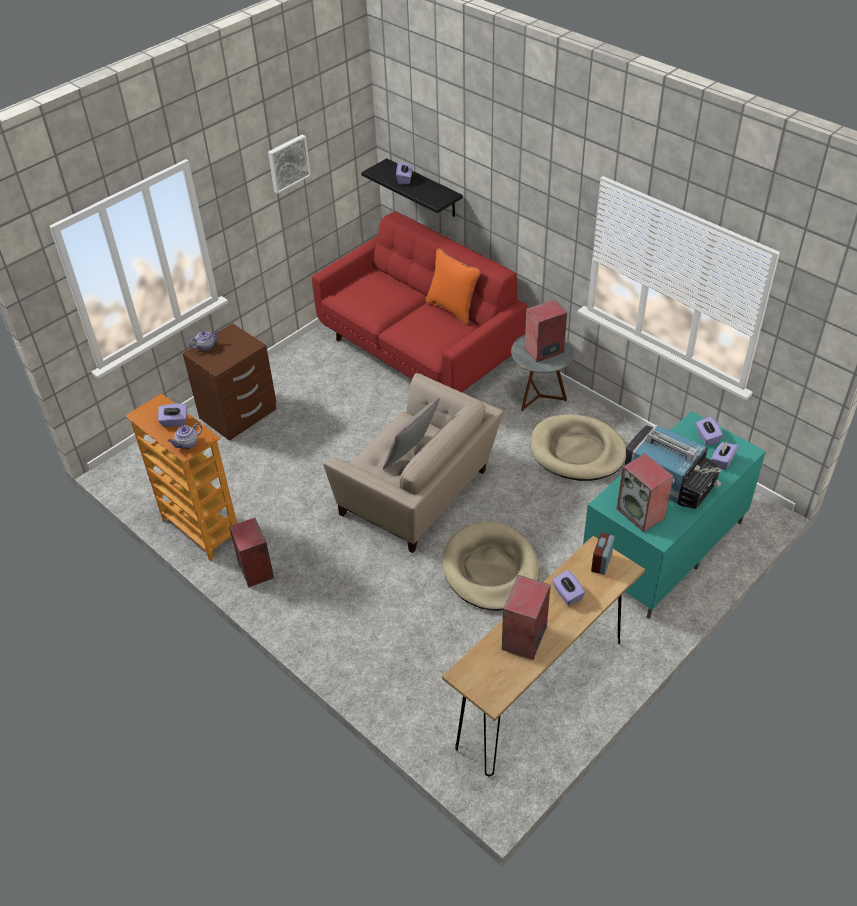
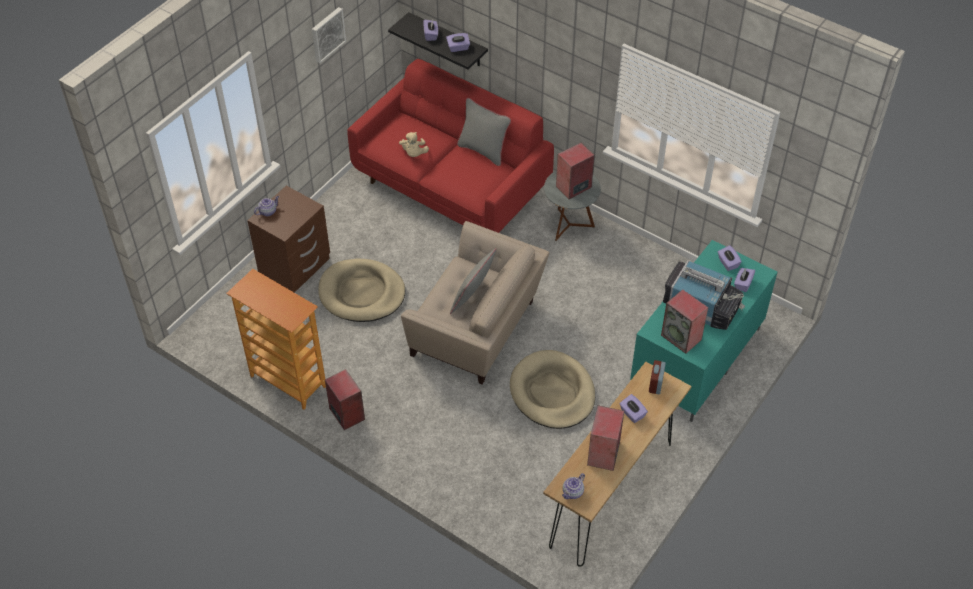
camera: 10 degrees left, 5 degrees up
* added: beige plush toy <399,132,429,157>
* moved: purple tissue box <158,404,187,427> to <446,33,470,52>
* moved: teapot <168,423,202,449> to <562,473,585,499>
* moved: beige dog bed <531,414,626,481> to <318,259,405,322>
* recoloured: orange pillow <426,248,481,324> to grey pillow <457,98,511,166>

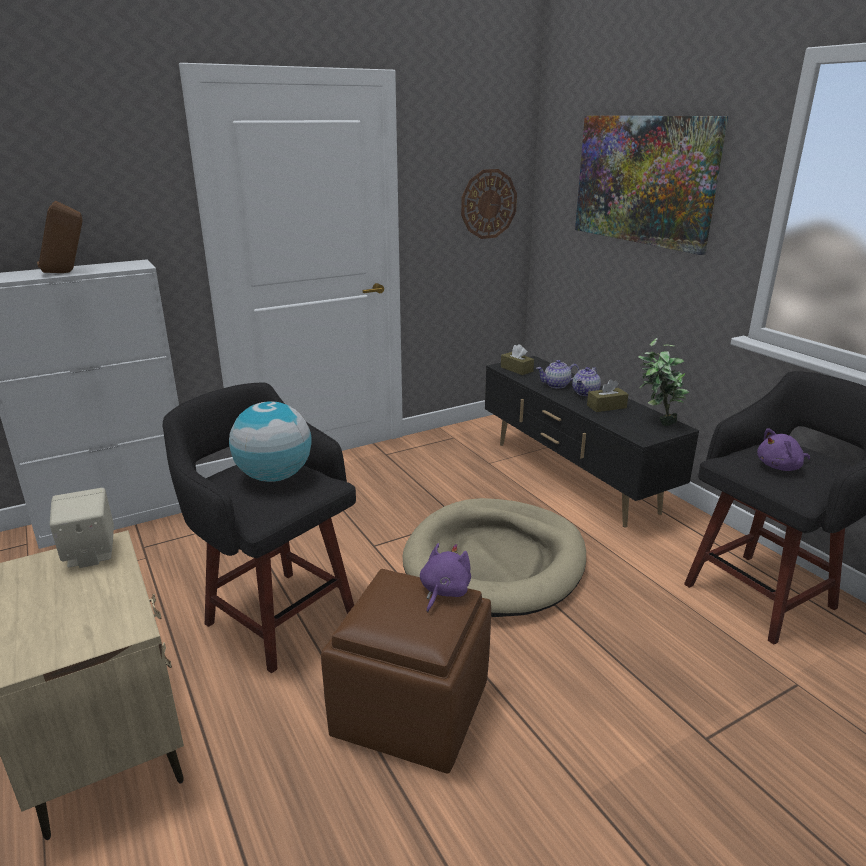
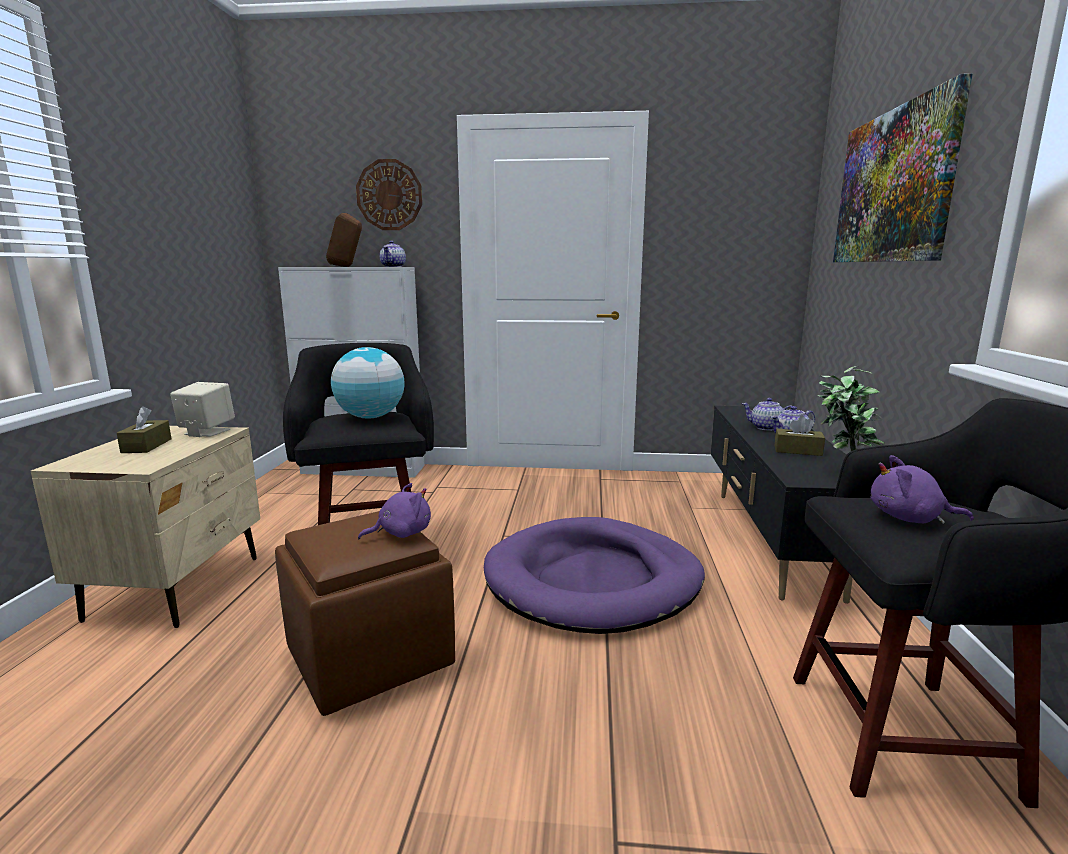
camera: 35 degrees right, 10 degrees down
* added: teapot <380,241,406,267>
* moved: wall clock <461,169,517,239> to <356,159,422,230>
* moved: brown tissue box <501,344,534,375> to <117,406,171,453>
* recoloured: beige dog bed <402,498,586,617> to purple dog bed <484,517,705,634>

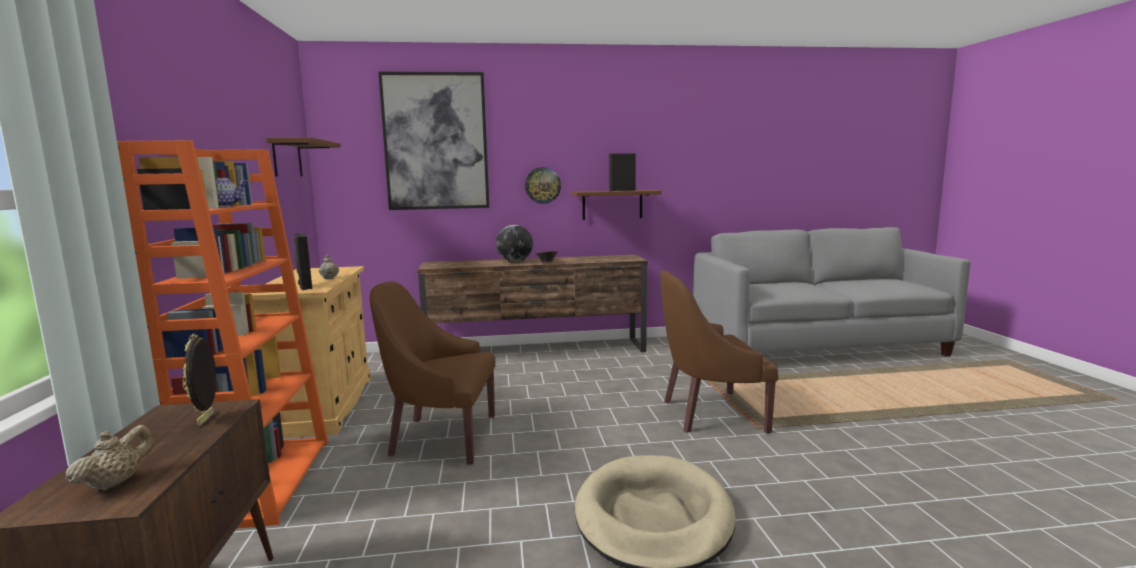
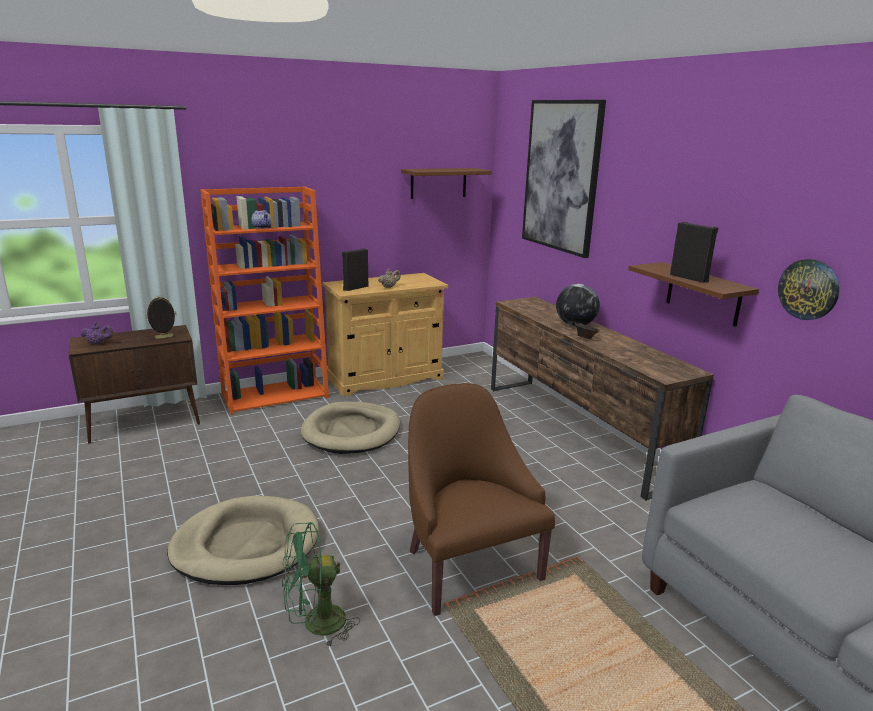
camera: 70 degrees right, 10 degrees up
* added: green fan <282,522,360,647>
* moved: wall clock <525,167,561,204> to <778,259,839,320>
* replaced: brown armchair <370,281,496,465> to beige dog bed <300,402,400,454>
* recoloured: beige teapot <66,425,154,491> to purple teapot <80,322,113,344>

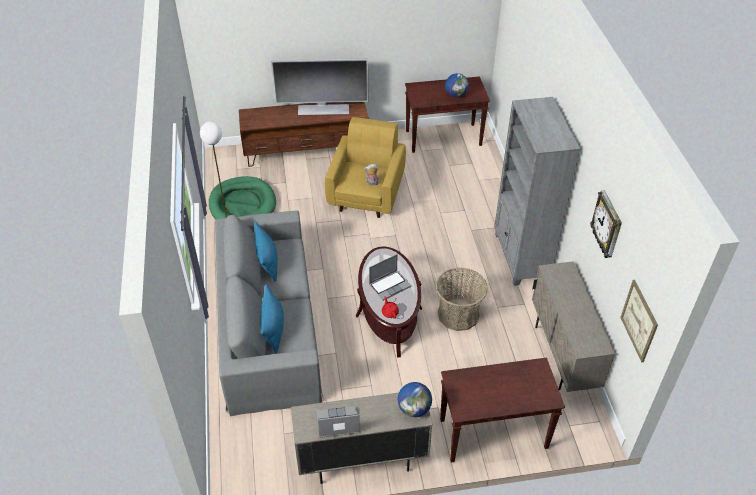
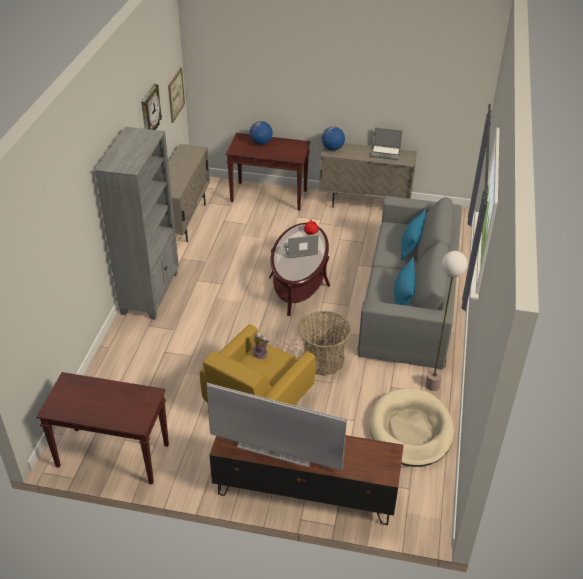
camera: 160 degrees left, 5 degrees down
* moved: basket <435,268,488,331> to <298,311,351,376>
* moved: globe <445,73,469,97> to <249,121,273,145>
* recoloured: green dog bed <209,176,276,219> to beige dog bed <369,388,454,467>

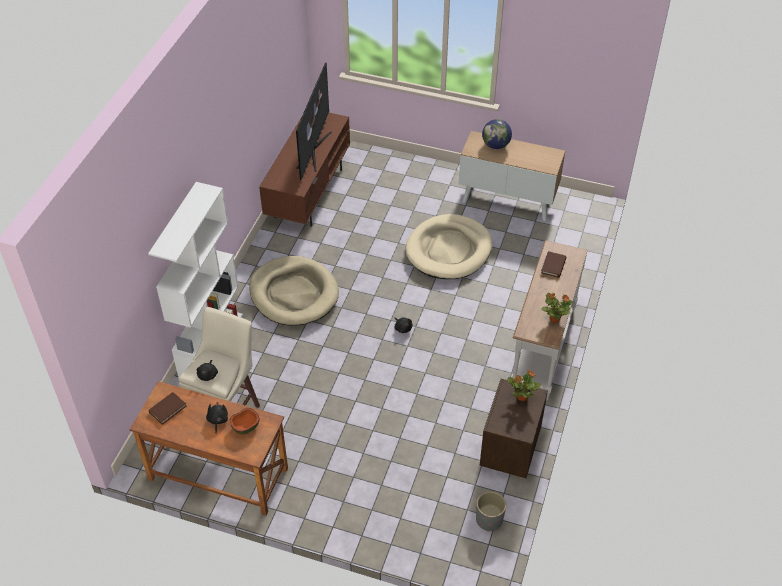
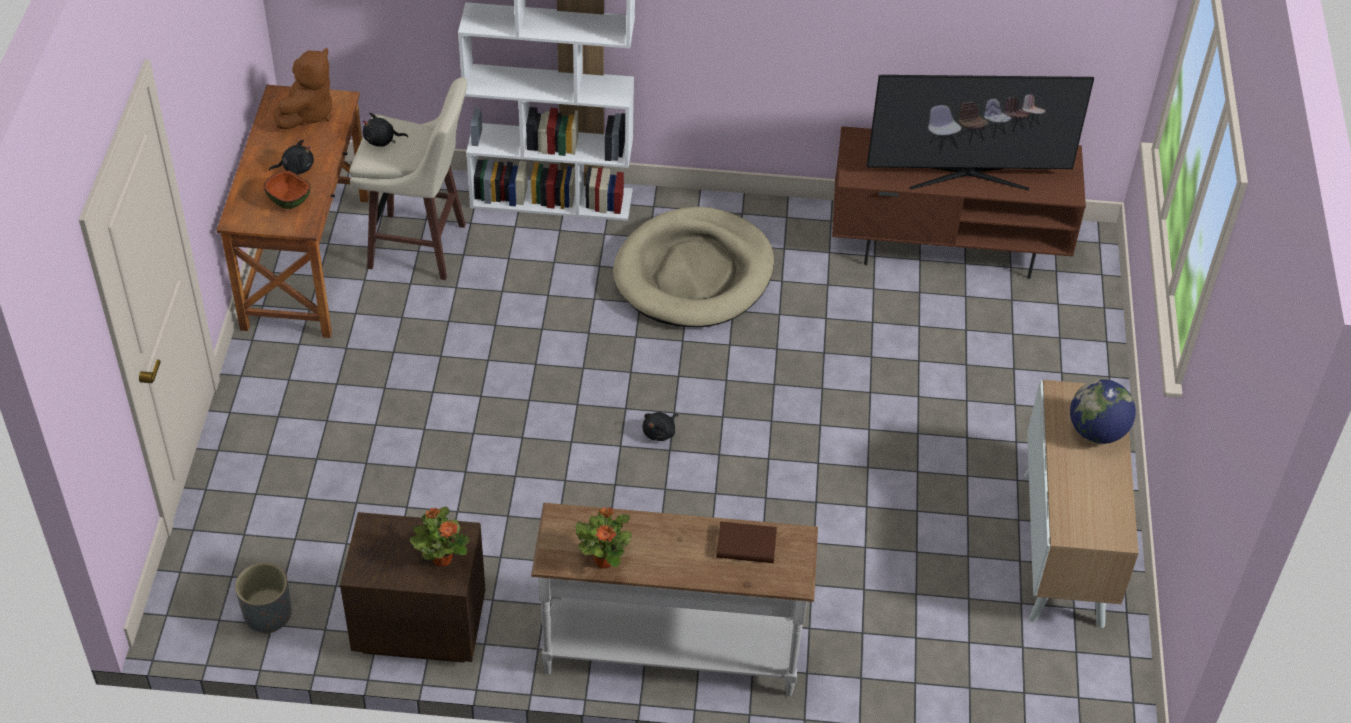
camera: 75 degrees right, 0 degrees up
* removed: beige dog bed <406,214,492,279>
* replaced: brown book <148,392,186,425> to brown plush toy <273,48,332,129>

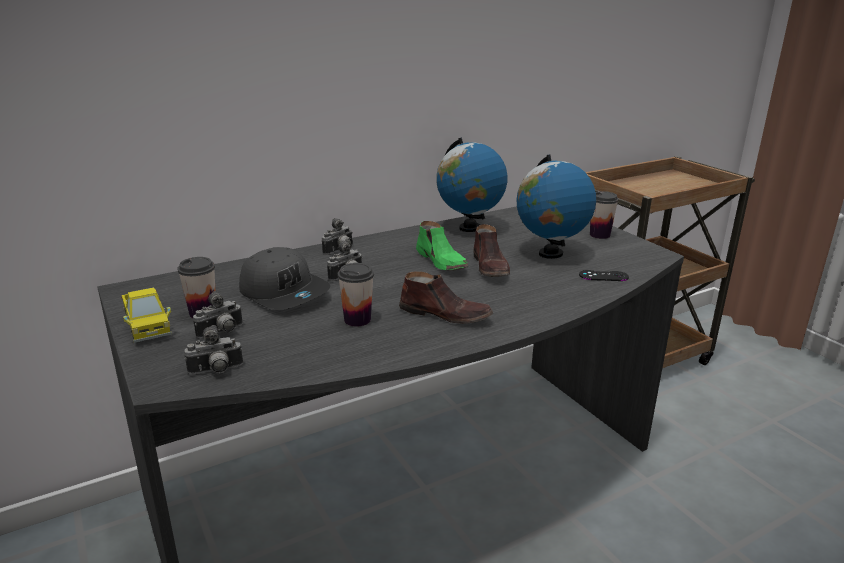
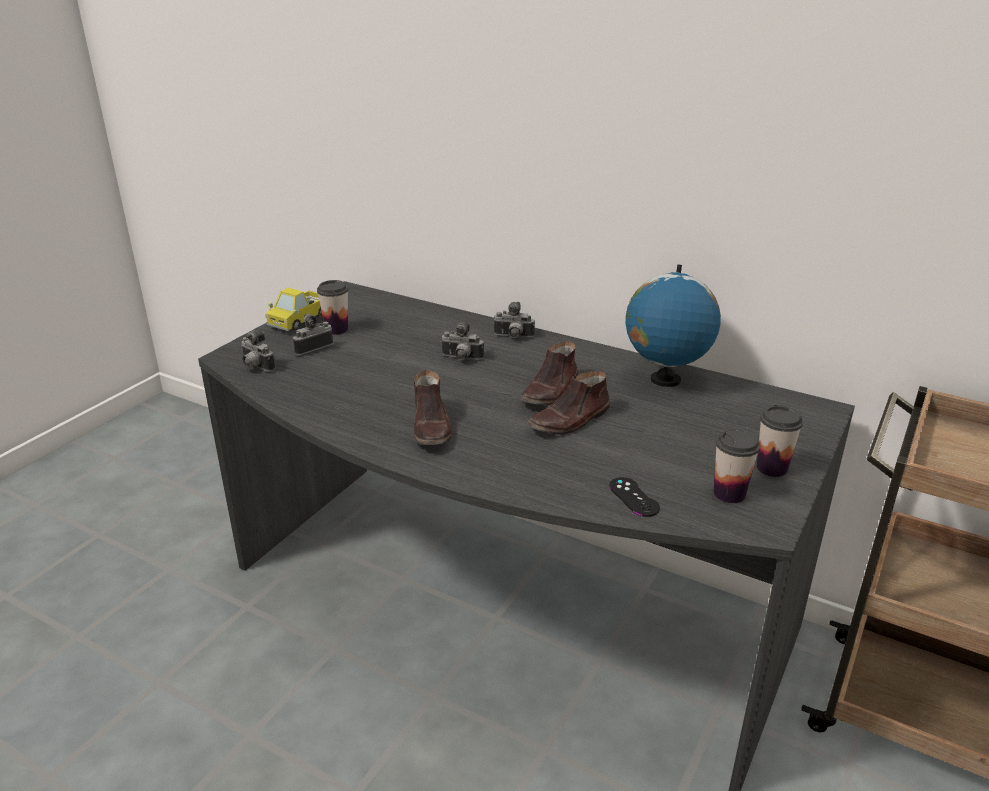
camera: 60 degrees right, 5 degrees up
* removed: grey cap <239,247,330,310>
* removed: globe <516,155,596,259>
* moved: cup <338,263,374,327> to <714,428,760,503>
* recoloured: green shoe <416,221,468,271> to brown shoe <520,341,578,406>
* turned: photo camera <193,291,243,339> = <292,314,333,355> 120 degrees clockwise

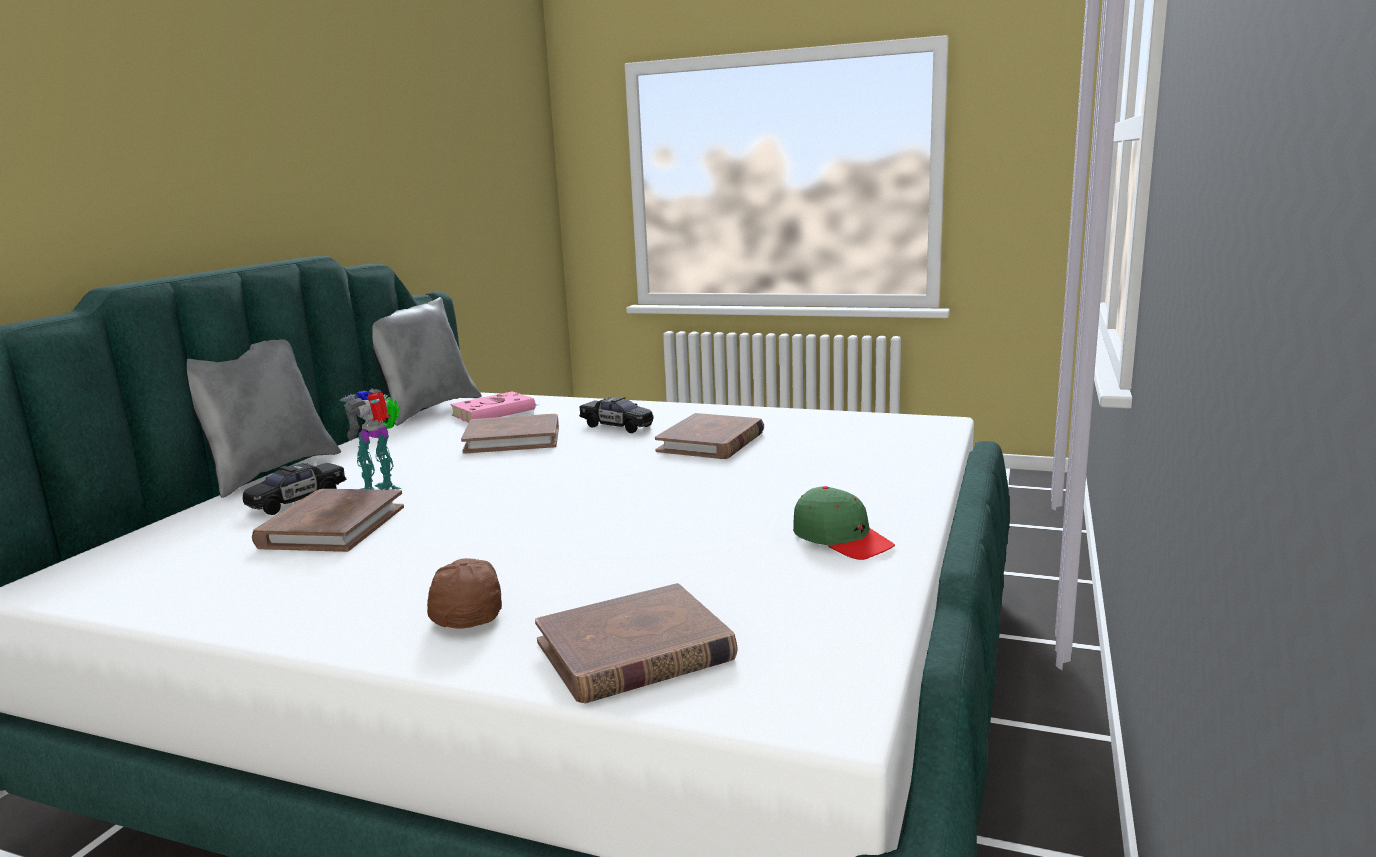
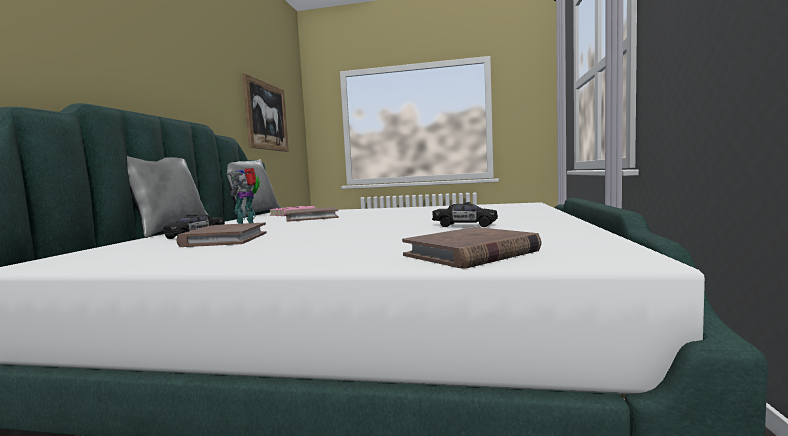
camera: 10 degrees left, 10 degrees down
* removed: brown cap <427,558,502,629>
* removed: brown book <655,413,764,459>
* removed: green cap <793,486,895,560>
* added: picture <242,73,289,152>
* moved: black toy car <579,397,653,433> to <432,202,498,227>

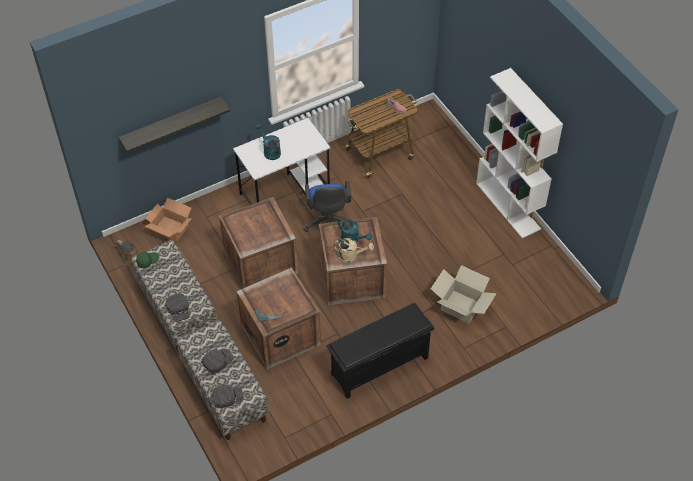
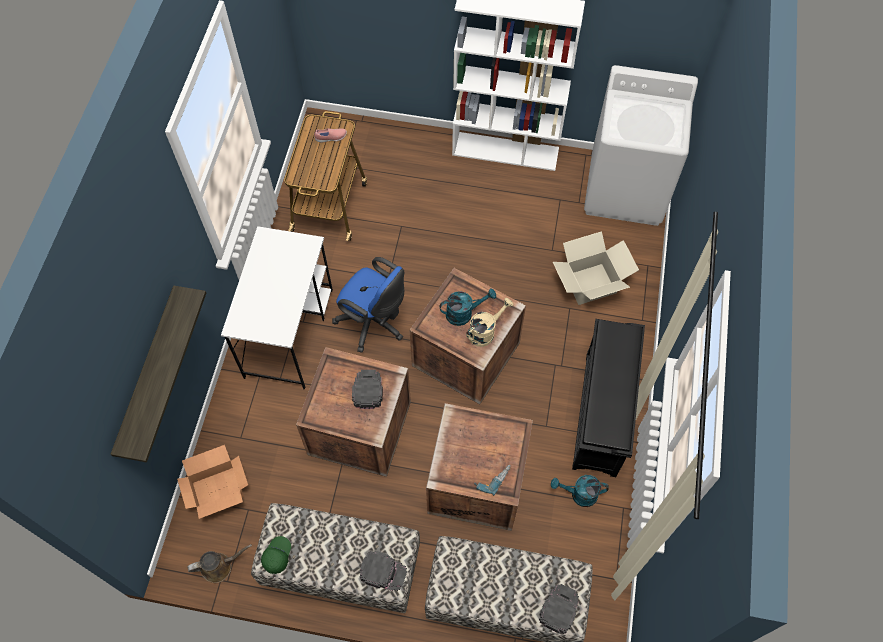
camera: 50 degrees left, 10 degrees up
* added: white washing machine <584,65,698,226>
* moved: black cap <202,348,234,374> to <352,370,383,409>
* moved: turquoise watering can <256,124,281,160> to <551,475,609,507>

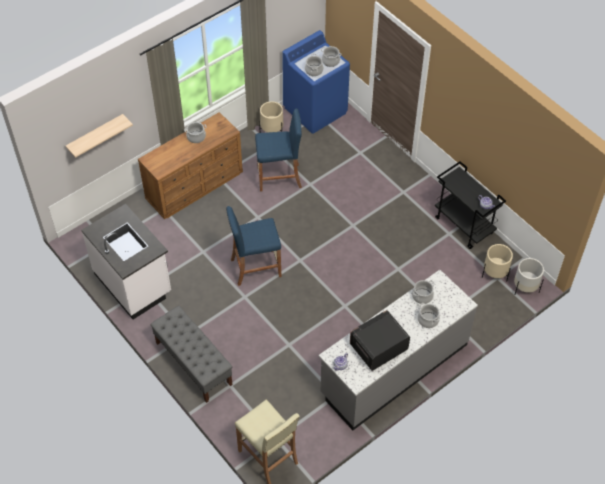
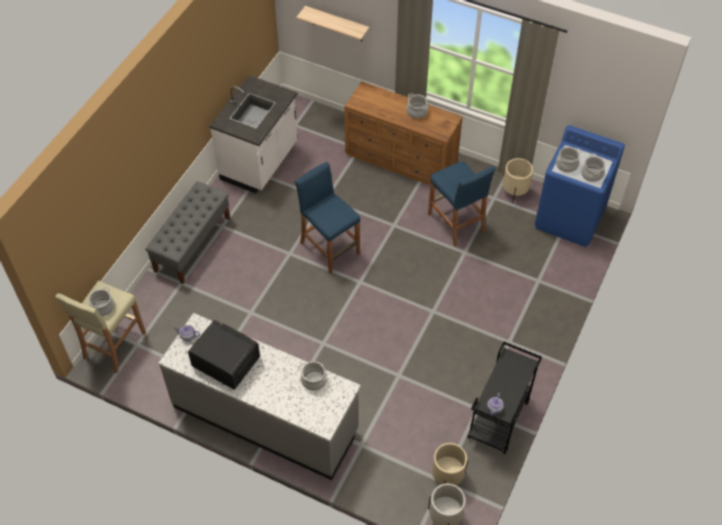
camera: 65 degrees right, 0 degrees up
* moved: cooking pot <418,303,440,328> to <88,287,115,317>

